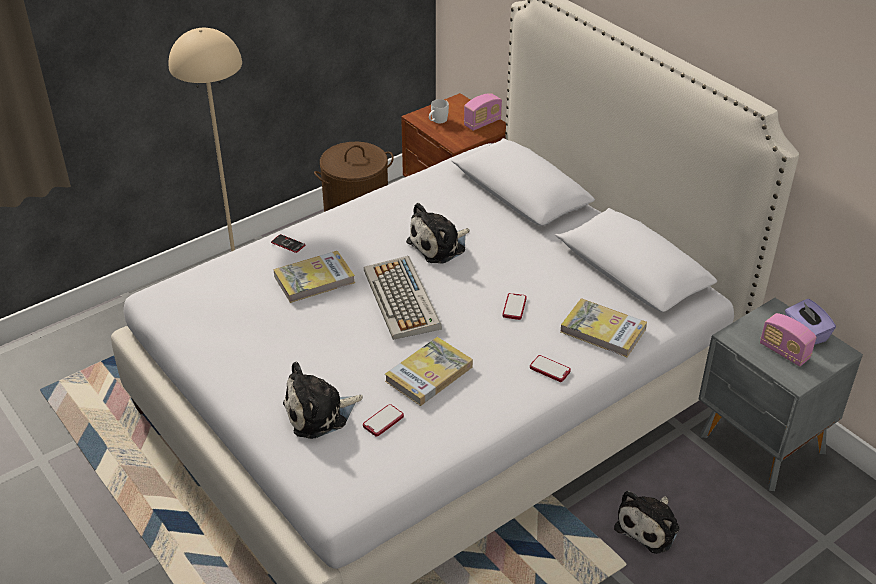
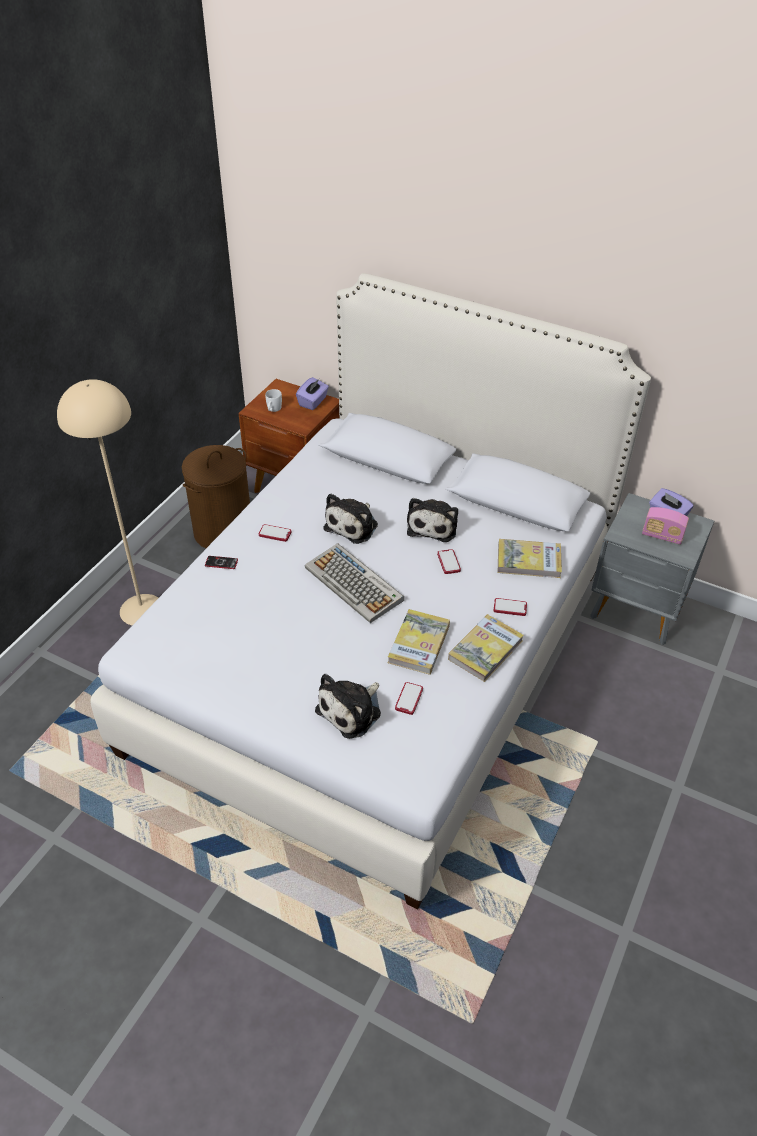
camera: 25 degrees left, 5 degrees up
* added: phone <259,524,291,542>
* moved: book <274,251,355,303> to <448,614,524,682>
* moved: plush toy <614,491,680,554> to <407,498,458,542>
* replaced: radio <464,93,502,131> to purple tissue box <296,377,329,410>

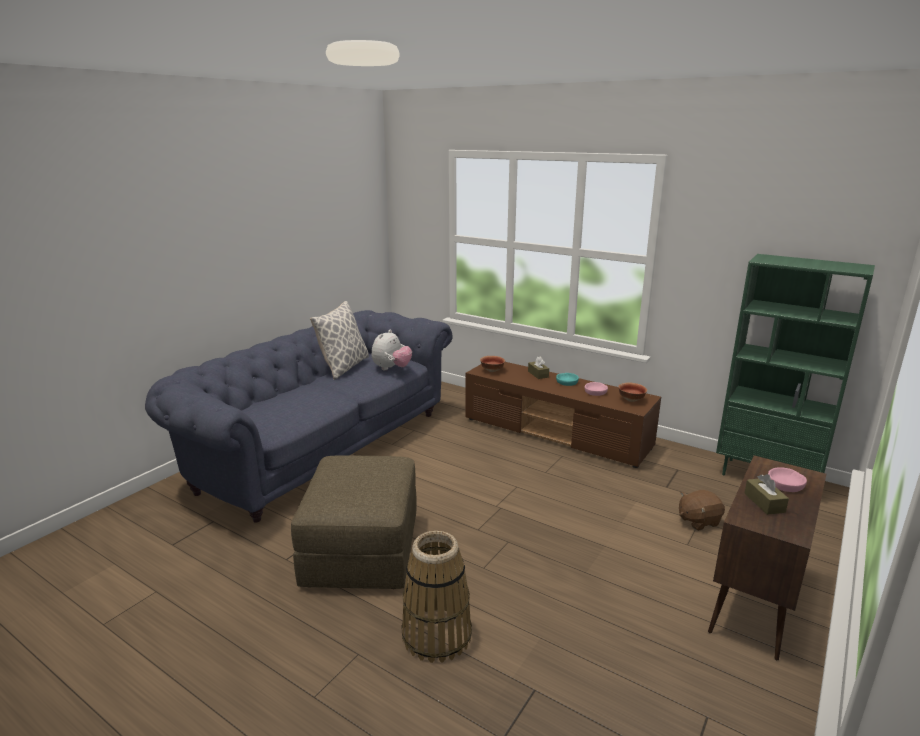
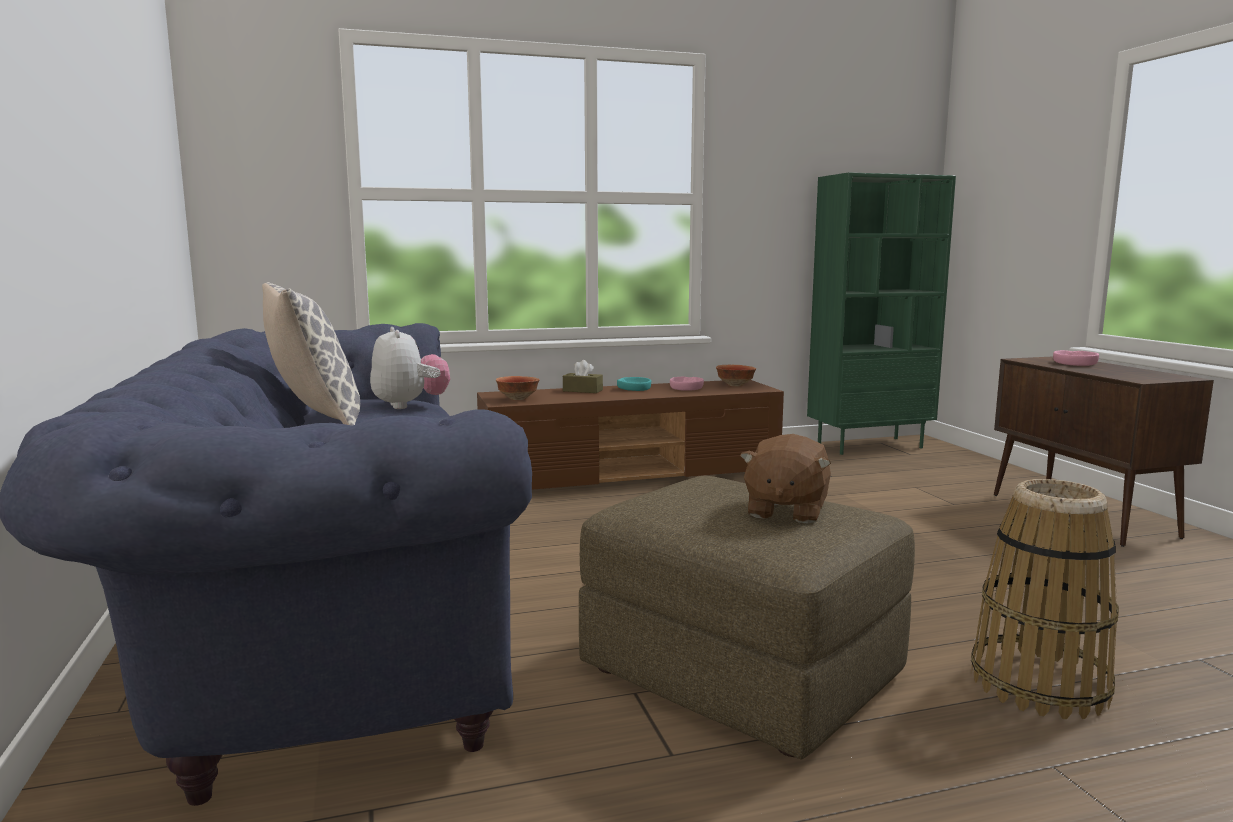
camera: 50 degrees left, 10 degrees down
* removed: brown tissue box <744,474,789,515>
* moved: brown plush toy <679,490,725,531> to <740,434,831,523>

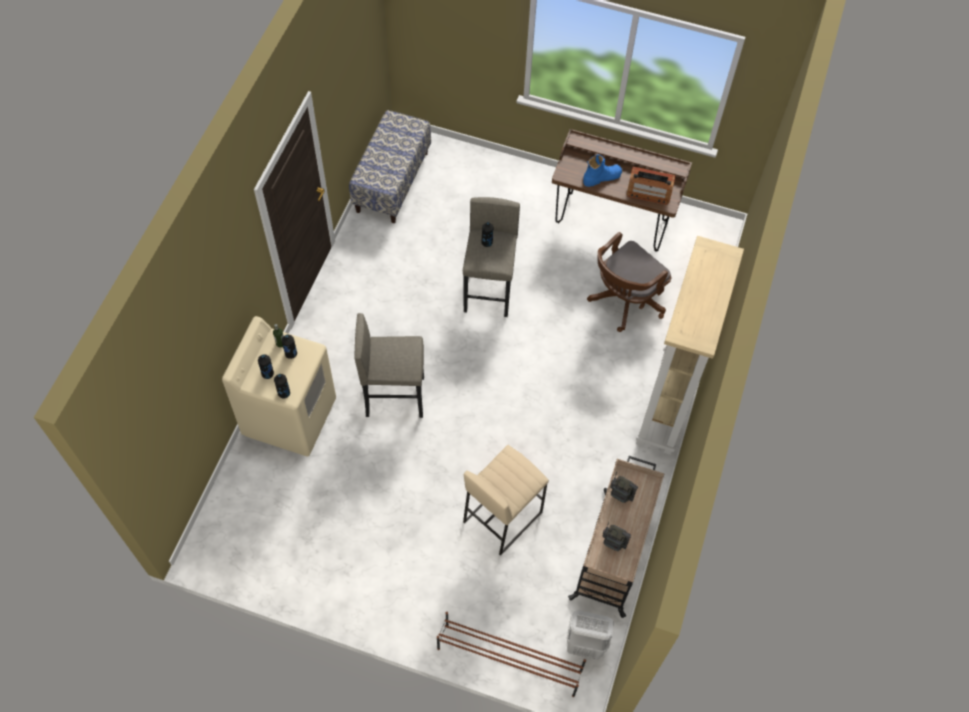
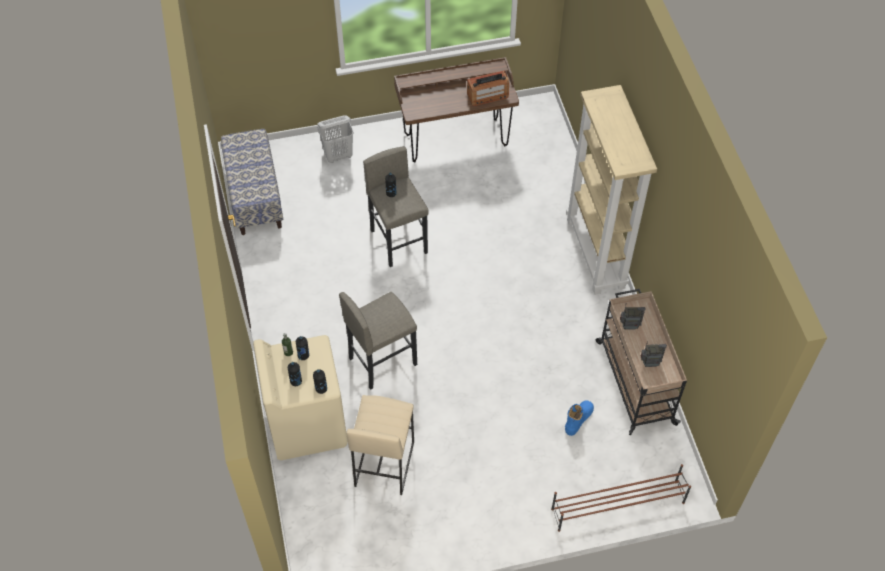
camera: 30 degrees left, 5 degrees down
* removed: brown office chair <587,232,671,332>
* moved: beige stool <463,445,549,556> to <346,395,414,495>
* moved: white laundry basket <567,611,614,660> to <317,115,354,163>
* moved: blue boot <583,155,622,187> to <565,401,594,436>

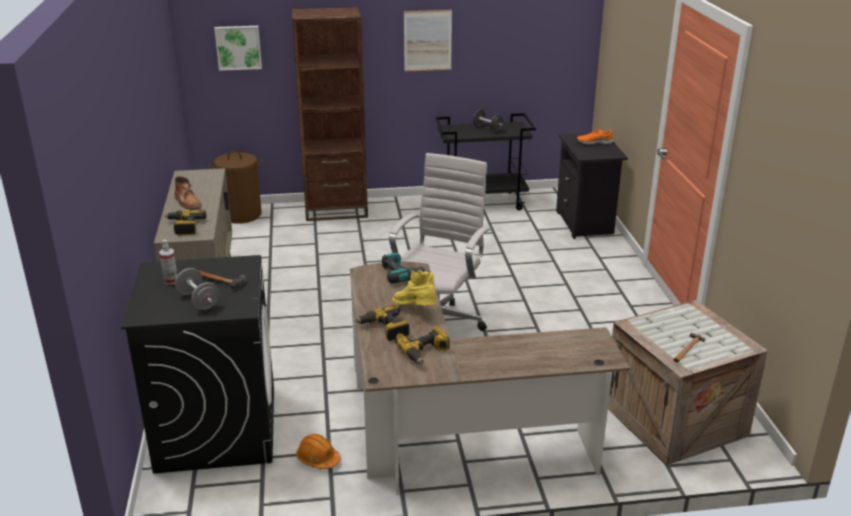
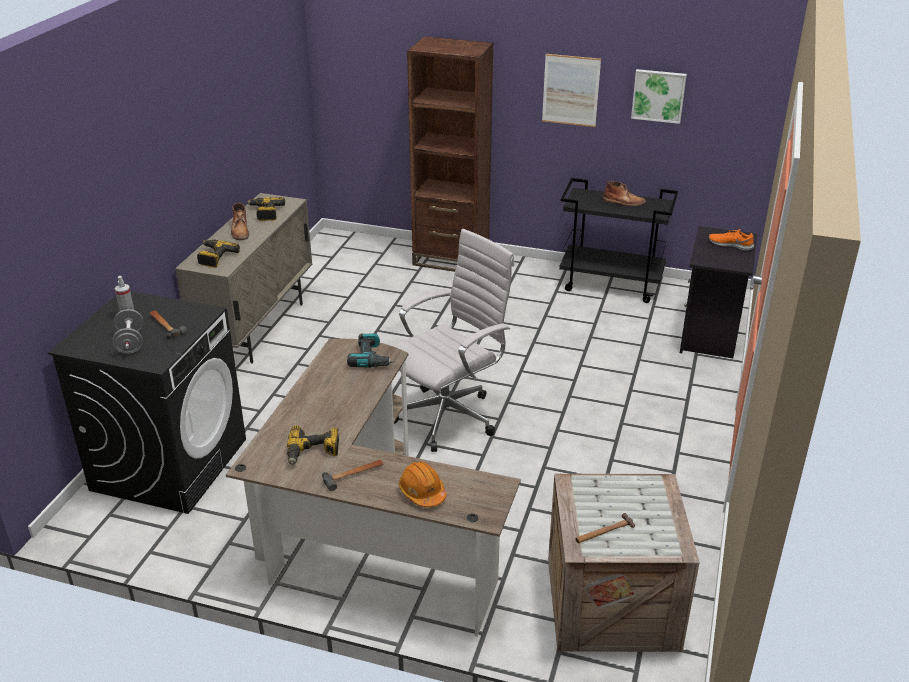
camera: 25 degrees right, 5 degrees up
* removed: brown laundry basket <209,151,262,224>
* removed: yellow boot <392,269,436,306>
* added: hammer <322,460,384,491>
* moved: picture <214,26,262,71> to <631,69,687,124>
* moved: orange hard hat <296,434,341,469> to <399,462,447,507>
* moved: power drill <355,304,409,341> to <247,197,285,221>
* replaced: black dumbbell <473,109,503,132> to brown boot <602,181,646,206>

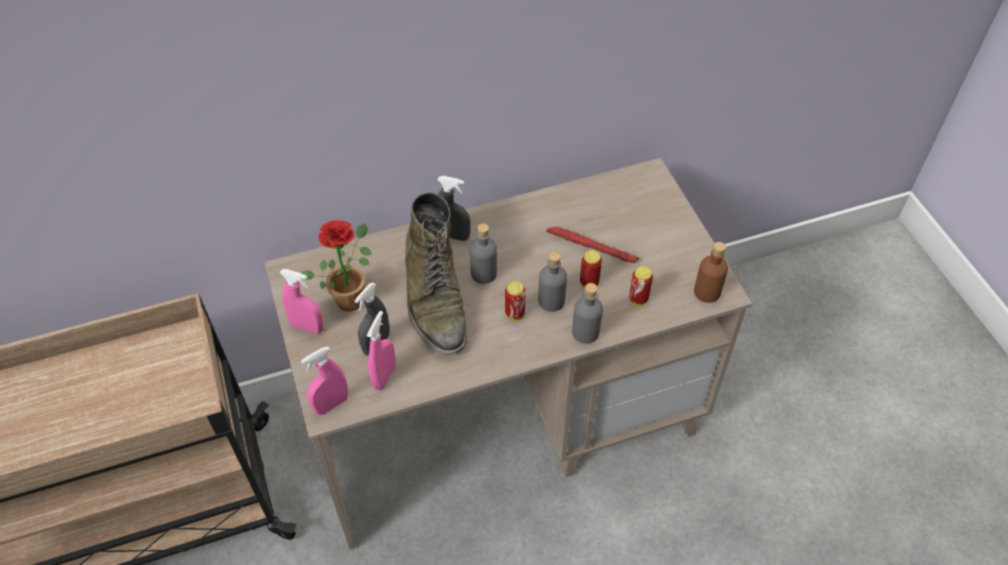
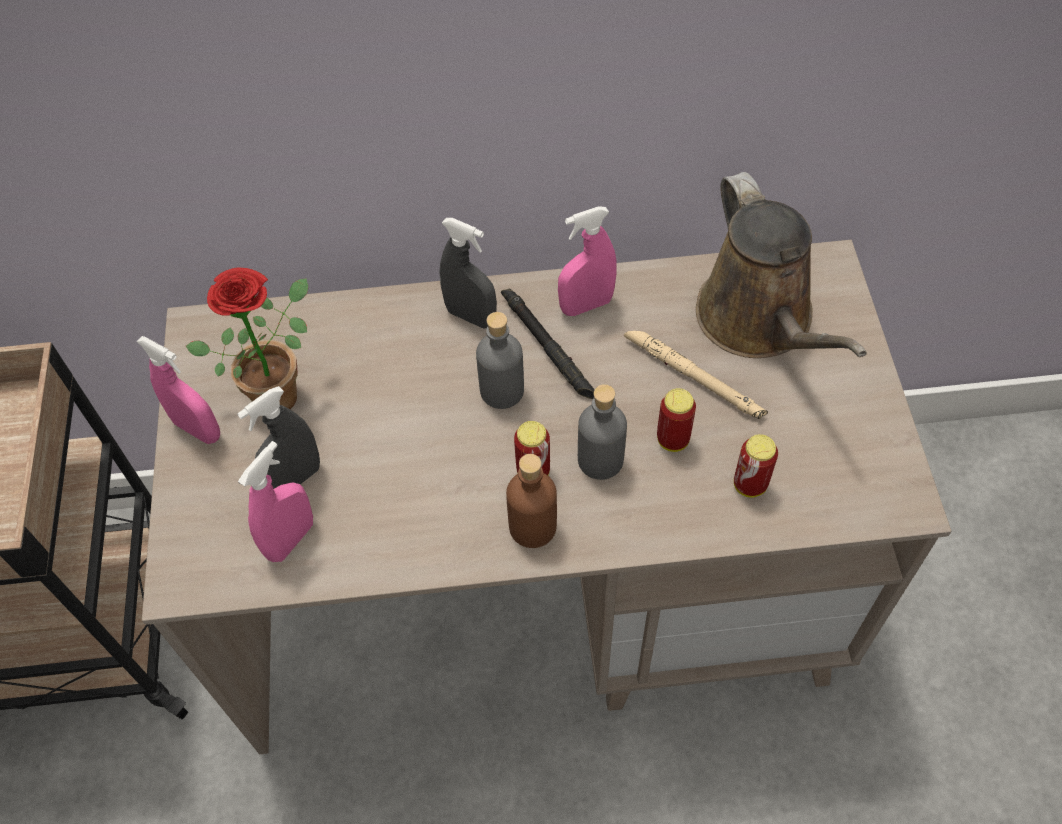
camera: 15 degrees right, 5 degrees up
* removed: green boot <405,192,467,355>
* removed: grey bottle <572,283,603,344>
* added: black flashlight <501,289,594,399>
* added: brown watering can <696,172,867,358>
* moved: pink spray bottle <301,346,348,415> to <558,206,617,316>
* moved: brown bottle <694,242,728,303> to <506,454,557,548>
* recoloured: red flashlight <547,227,639,263> to beige flashlight <624,331,768,419>

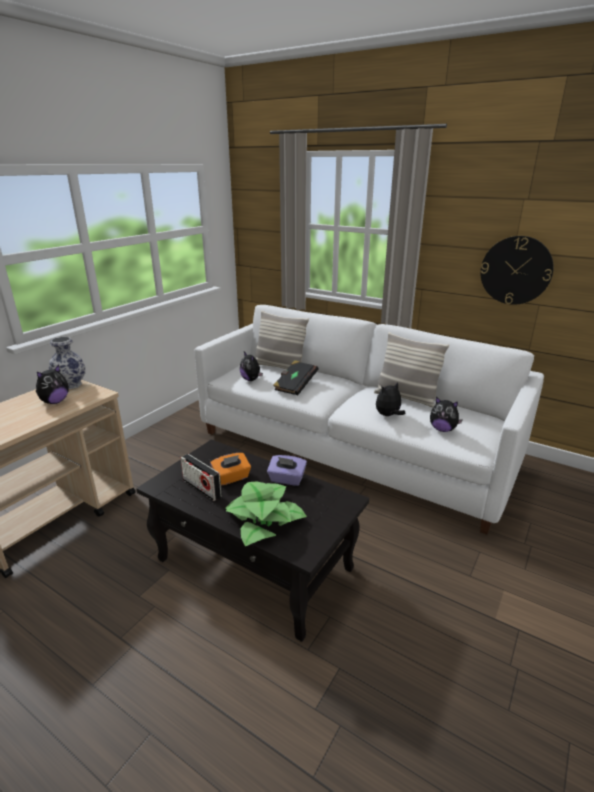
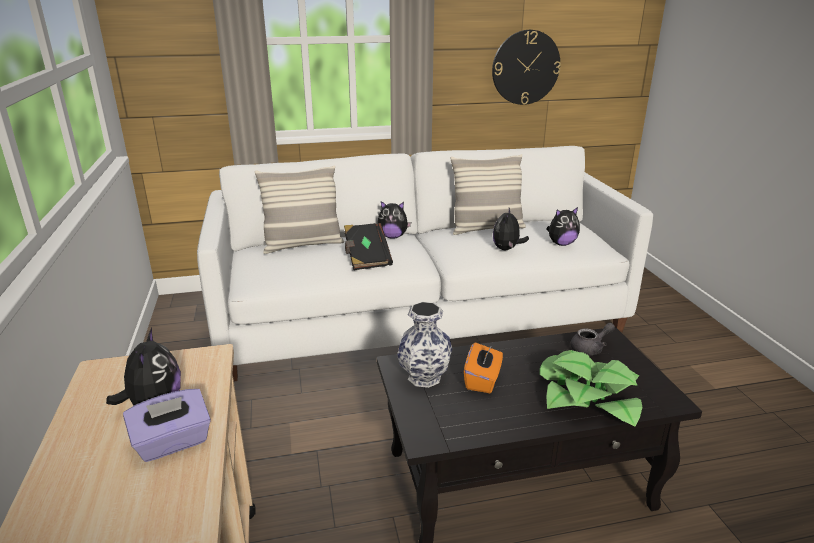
camera: 45 degrees left, 0 degrees up
* removed: radio <181,454,222,501>
* added: grey teapot <570,323,615,355>
* moved: vase <49,337,85,389> to <397,302,452,388>
* moved: plush toy <240,352,263,381> to <377,201,411,239>
* moved: purple tissue box <267,455,307,486> to <123,389,211,462>

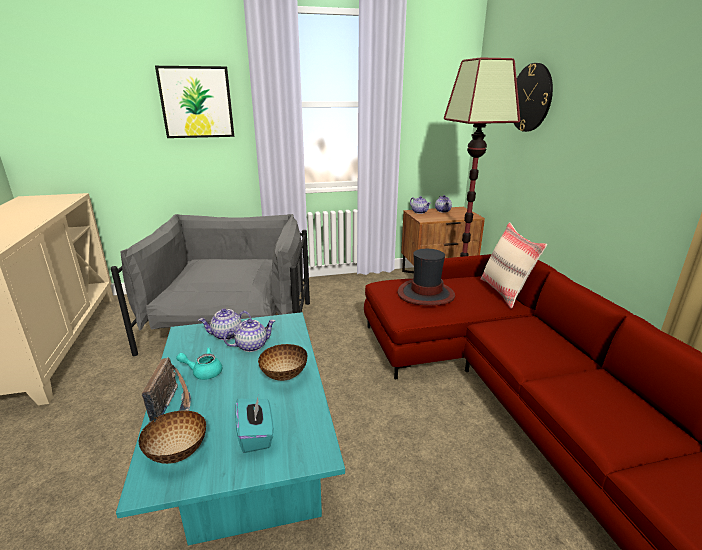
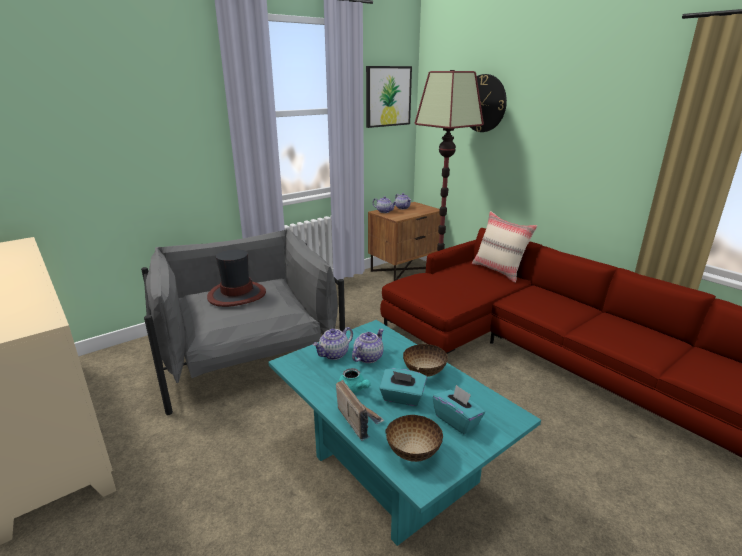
camera: 25 degrees left, 0 degrees up
* added: turquoise tissue box <379,368,427,406>
* moved: picture <155,66,234,138> to <366,66,412,128>
* moved: hat <397,249,455,305> to <207,249,266,307>
* turned: turquoise teapot <176,348,222,380> = <337,368,371,393> 105 degrees counterclockwise

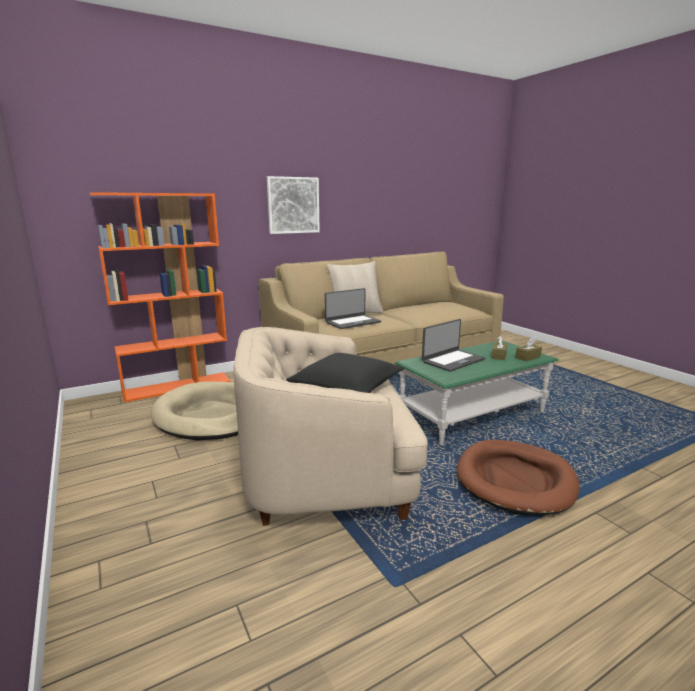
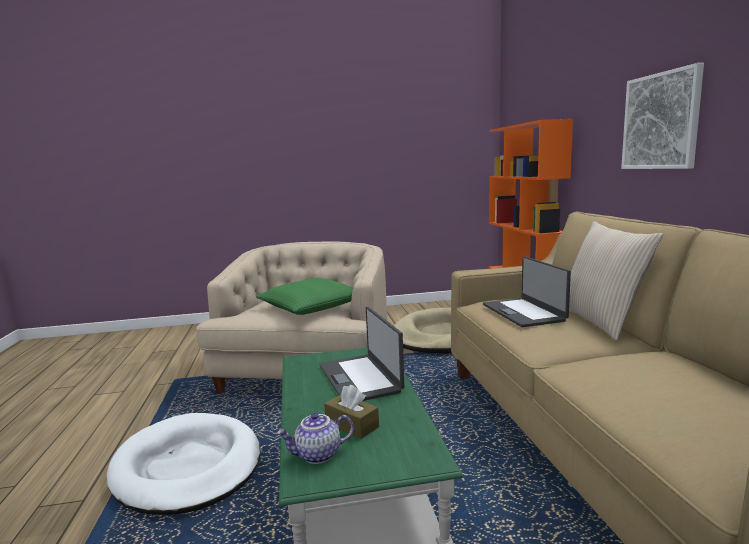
camera: 110 degrees right, 5 degrees down
* replaced: brown tissue box <515,338,542,361> to teapot <277,413,354,464>
* recoloured: black pillow <286,353,404,393> to green pillow <256,278,353,315>
* recoloured: brown dog bed <457,440,580,516> to white dog bed <107,413,260,515>

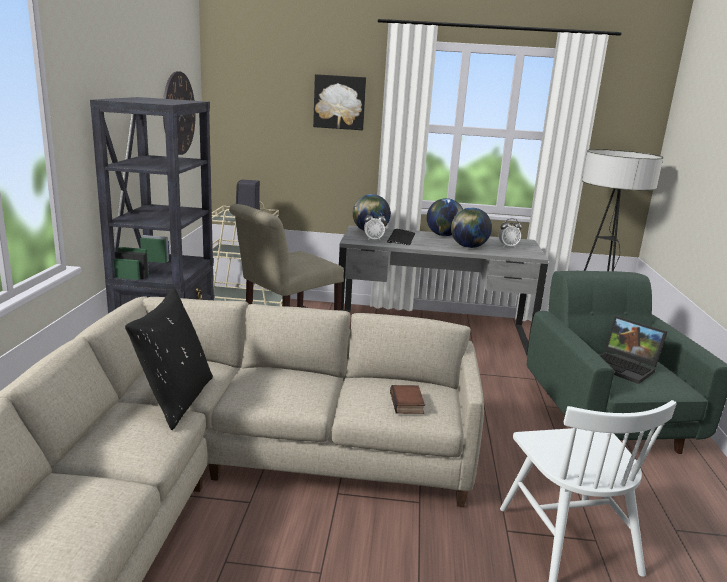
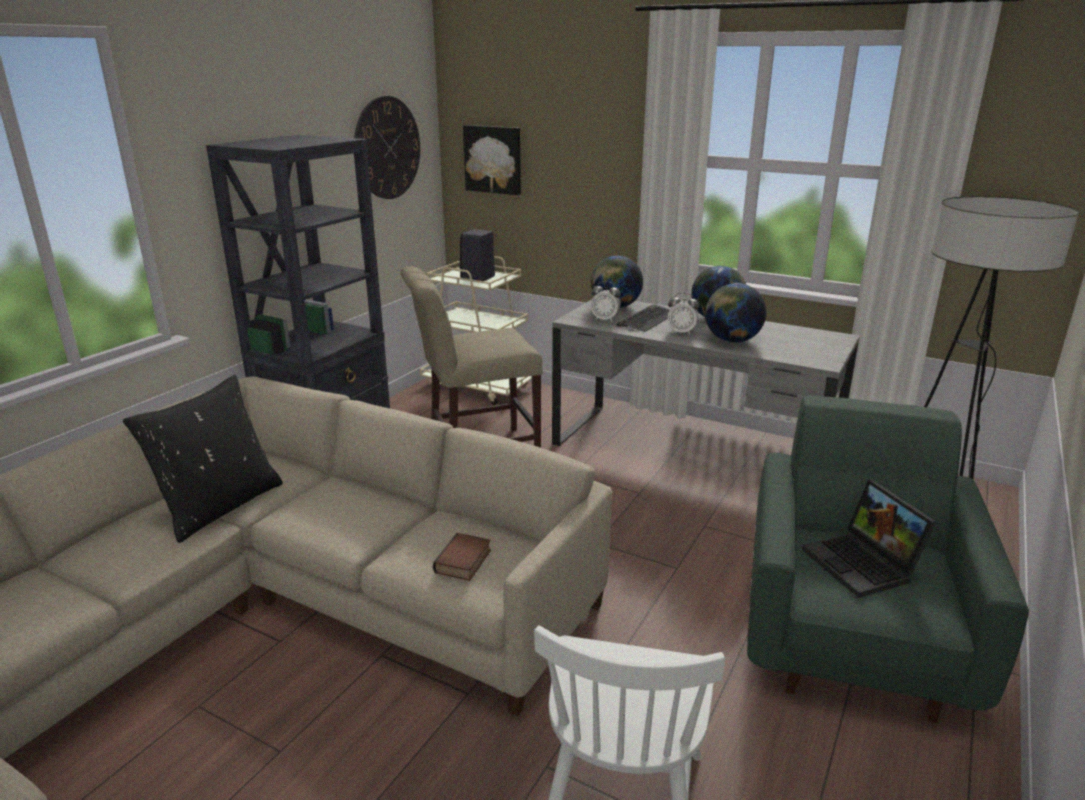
camera: 25 degrees right, 5 degrees up
* moved: picture <313,74,366,130> to <463,125,521,195>
* moved: alarm clock <499,219,522,248> to <667,292,700,335>

